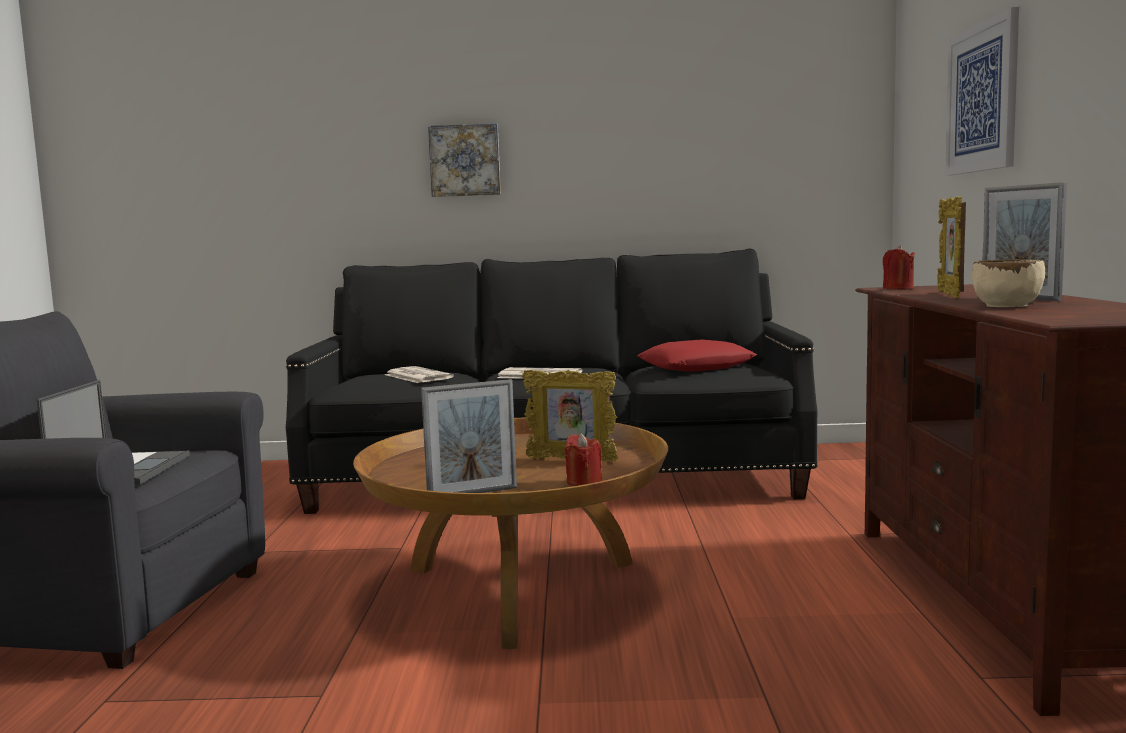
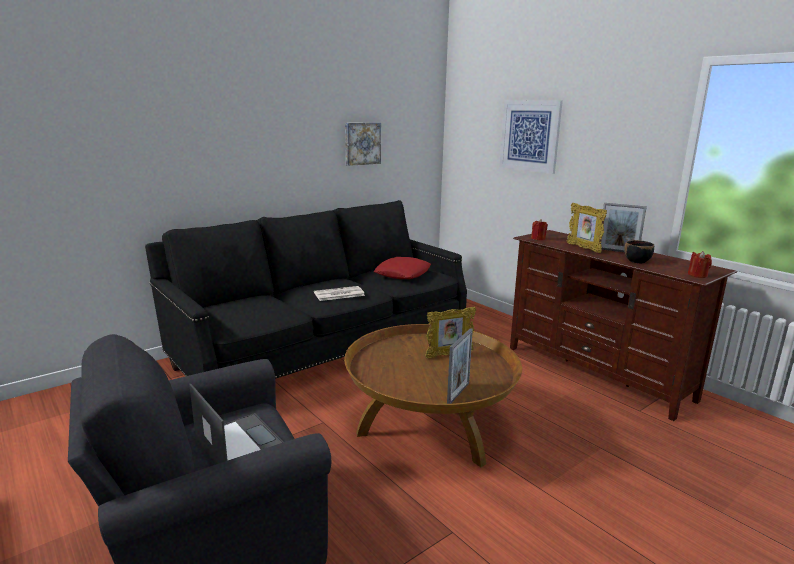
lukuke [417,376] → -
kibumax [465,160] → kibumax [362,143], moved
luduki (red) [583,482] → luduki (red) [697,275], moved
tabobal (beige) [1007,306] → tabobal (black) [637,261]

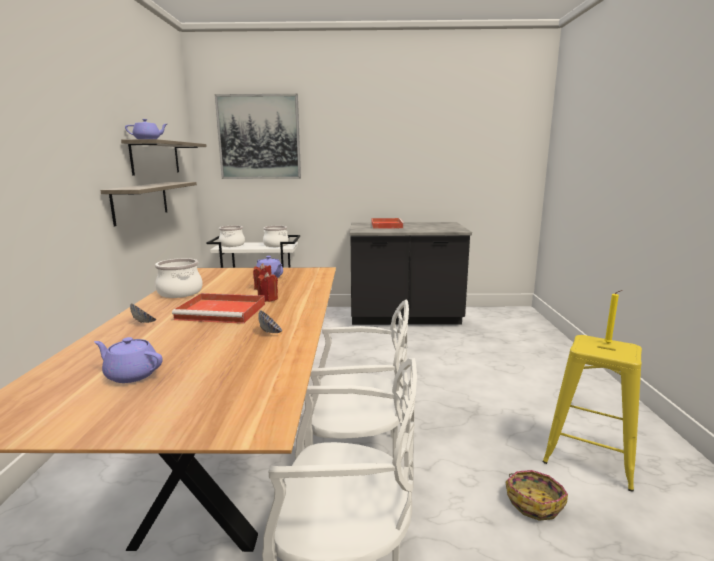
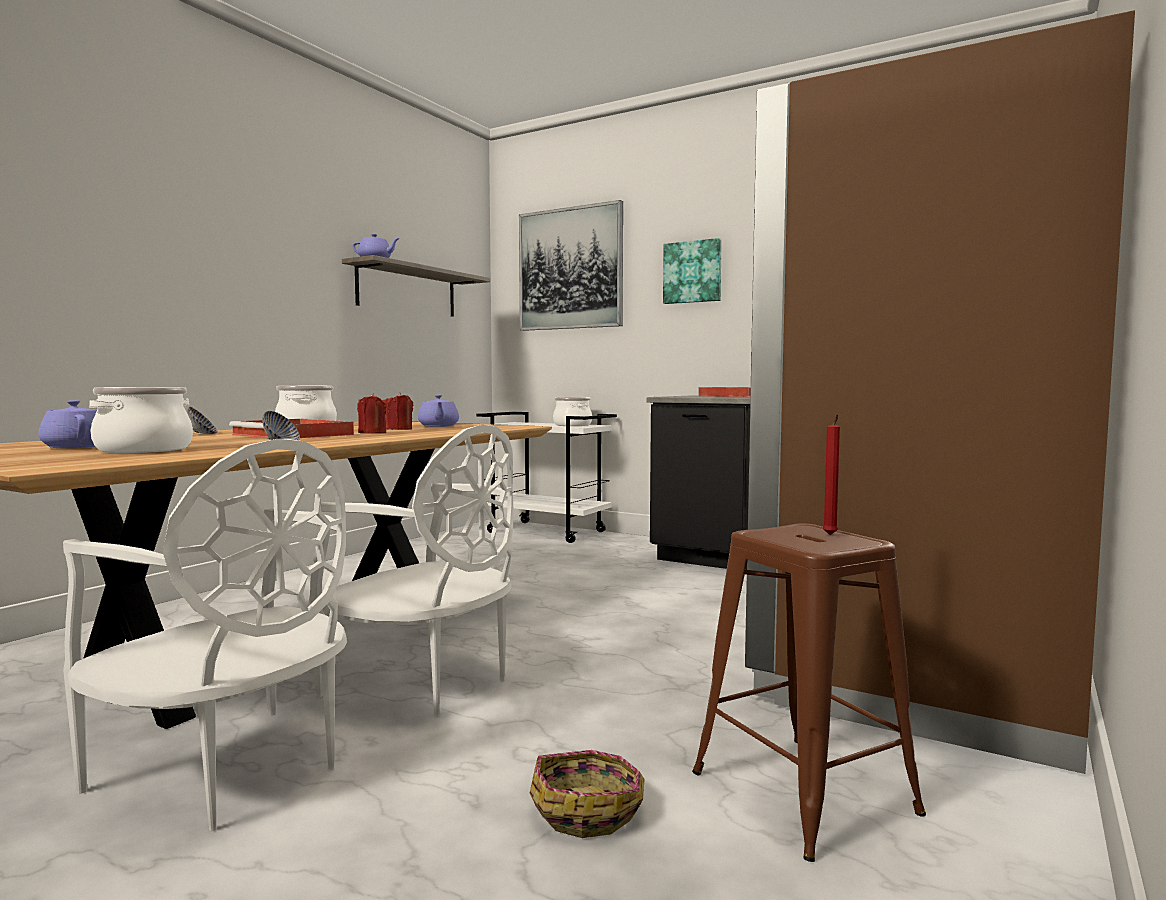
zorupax [141,202] → -
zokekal [232,245] → zokekal [143,449], moved
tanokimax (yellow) [589,457] → tanokimax (brown) [802,792]
luduki (yellow) [608,344] → luduki (red) [830,535]
- → kibumax [692,272]
- → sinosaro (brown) [918,666]

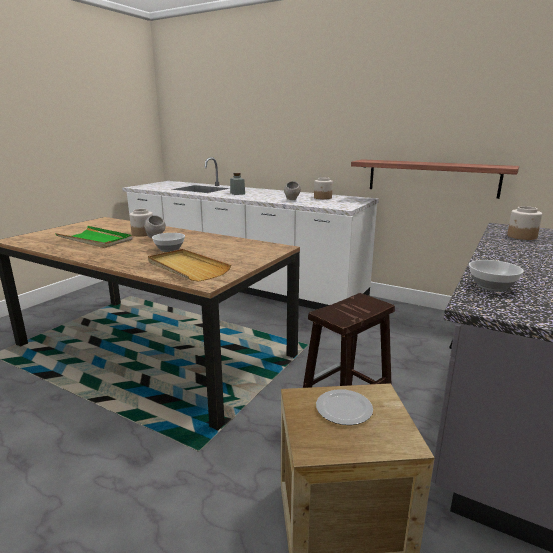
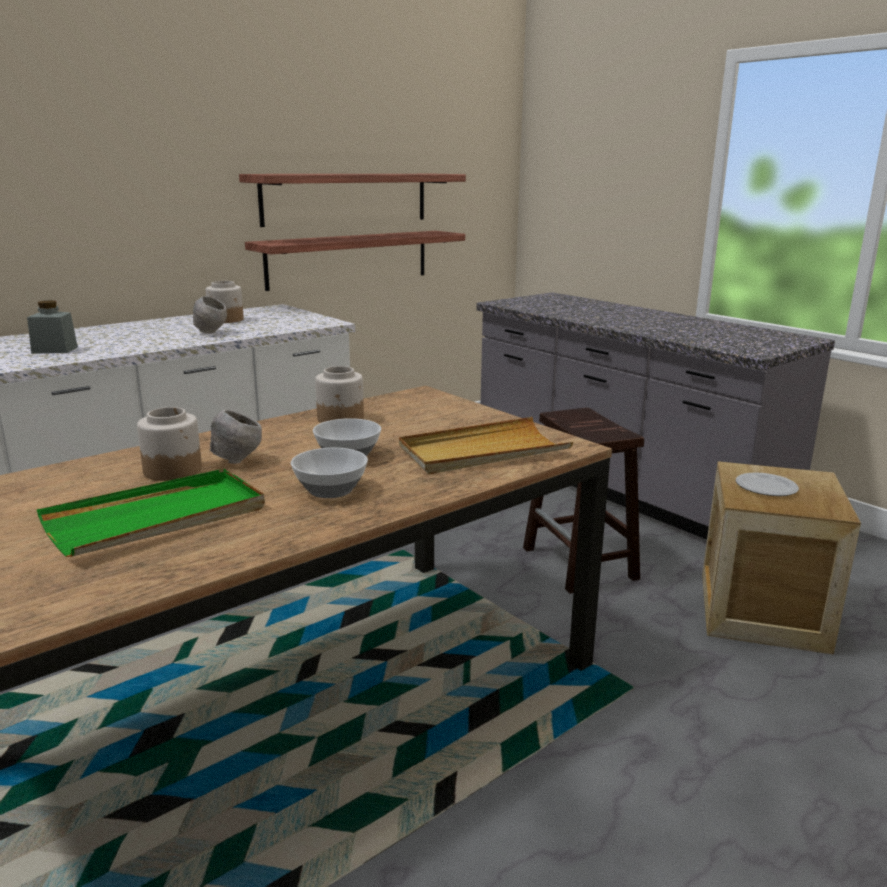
tabobal [492,287] → tabobal [331,490], moved
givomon [521,236] → givomon [341,419], moved
- → zorupax [346,198]

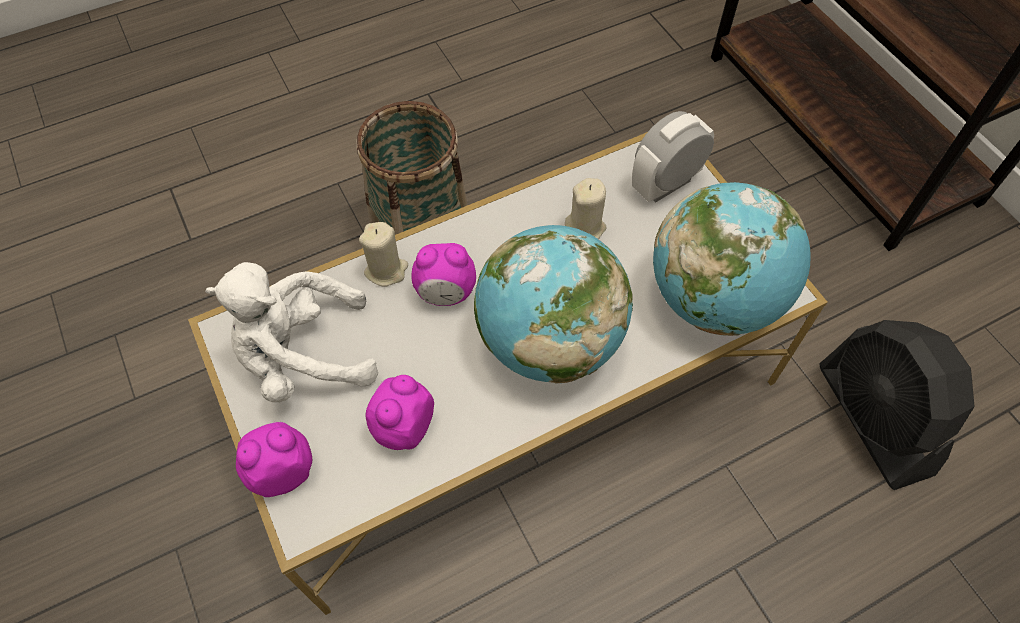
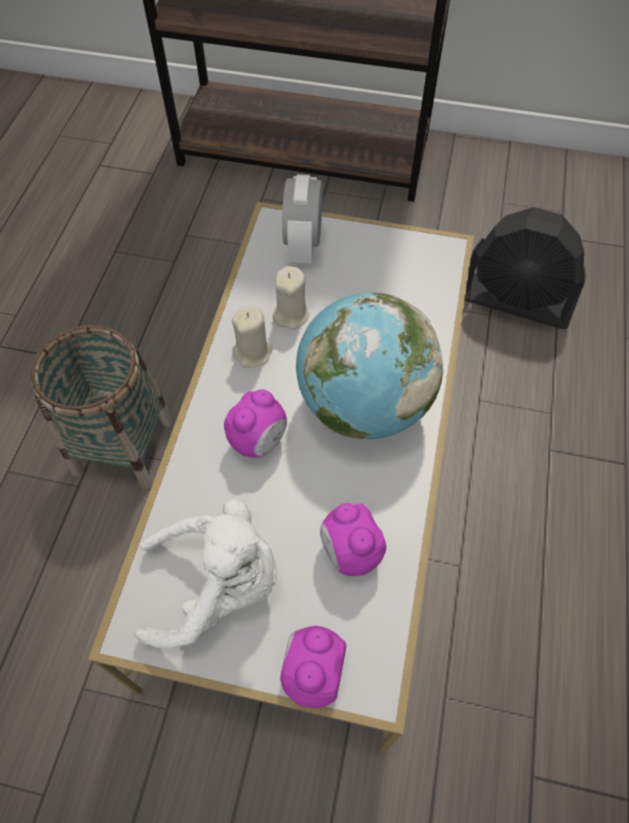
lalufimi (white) [303,357] → lalufimi (white) [218,585], 120 degrees counterclockwise
luduki (beige) [386,270] → luduki (beige) [253,352], moved
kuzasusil [714,299] → -

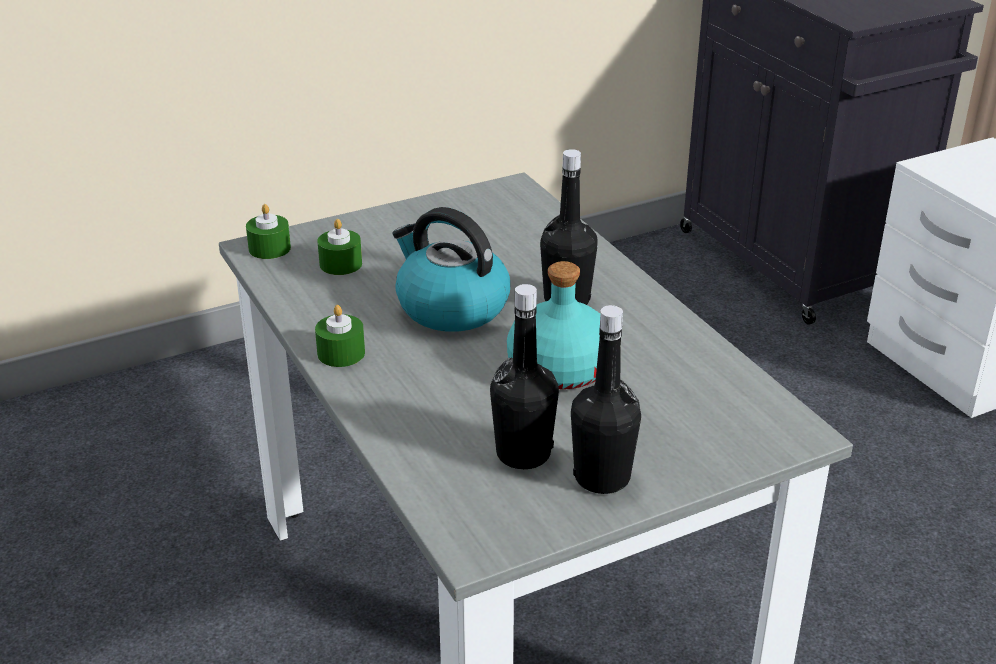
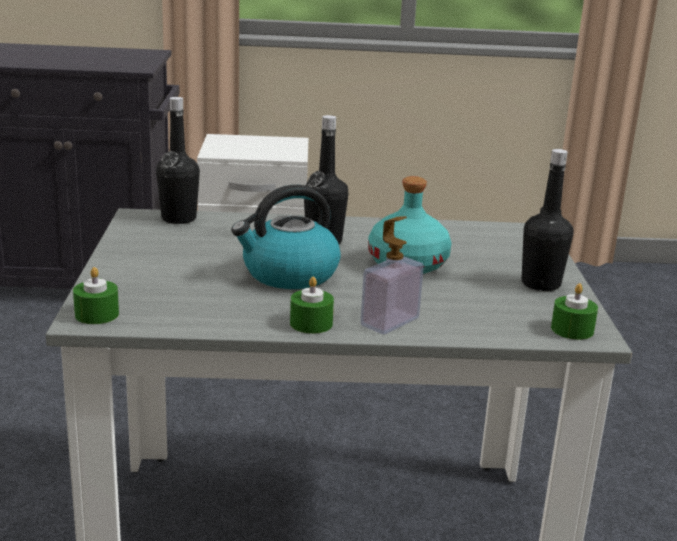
luduki (green) [340,264] → luduki (green) [572,330], moved
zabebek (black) [523,454] → zabebek (black) [179,218], moved
- → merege [390,322]

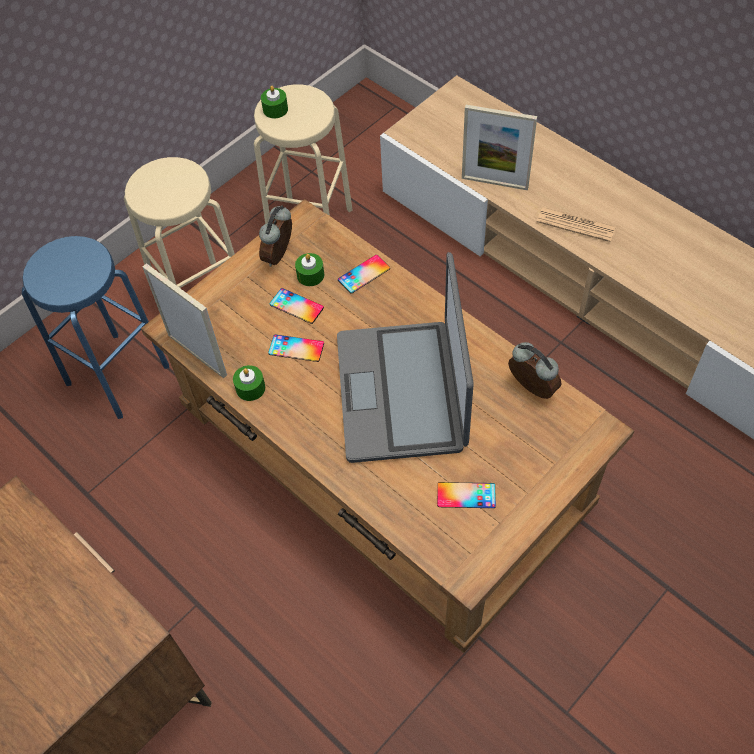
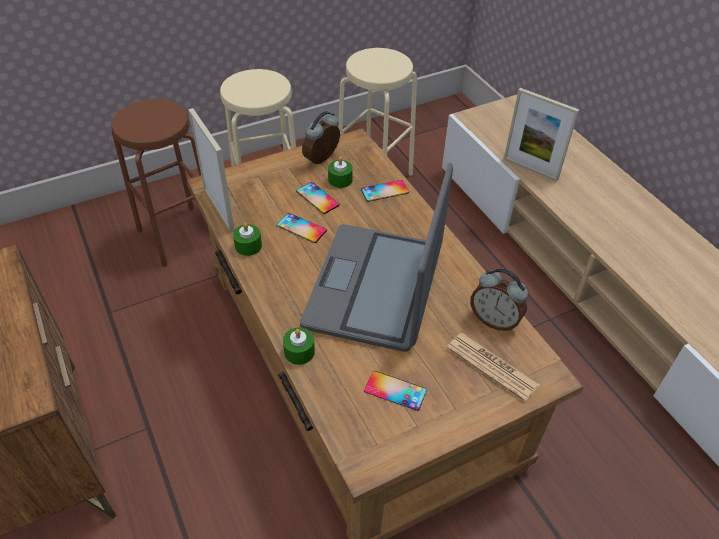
tanokimax (blue) [117,374] → tanokimax (brown) [178,235]
luduki (green) [275,109] → luduki (green) [299,352], moved
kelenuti [530,389] → kelenuti [494,320], 150 degrees clockwise
lukuke [576,225] → lukuke [492,366], moved

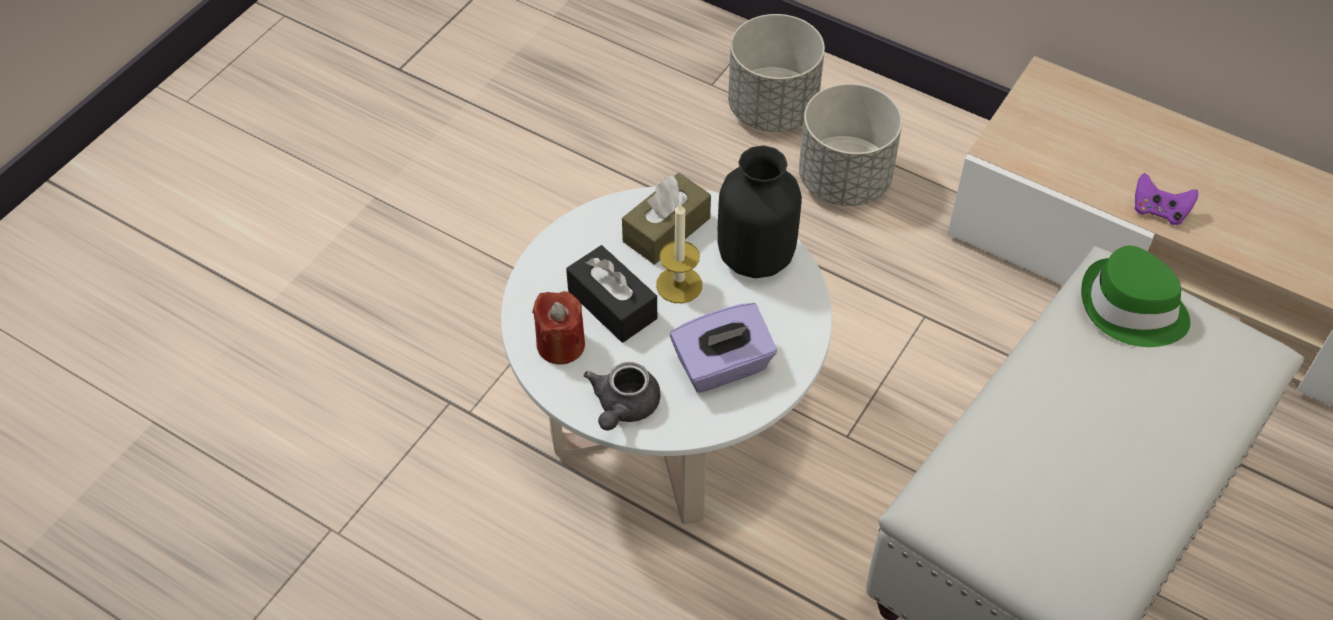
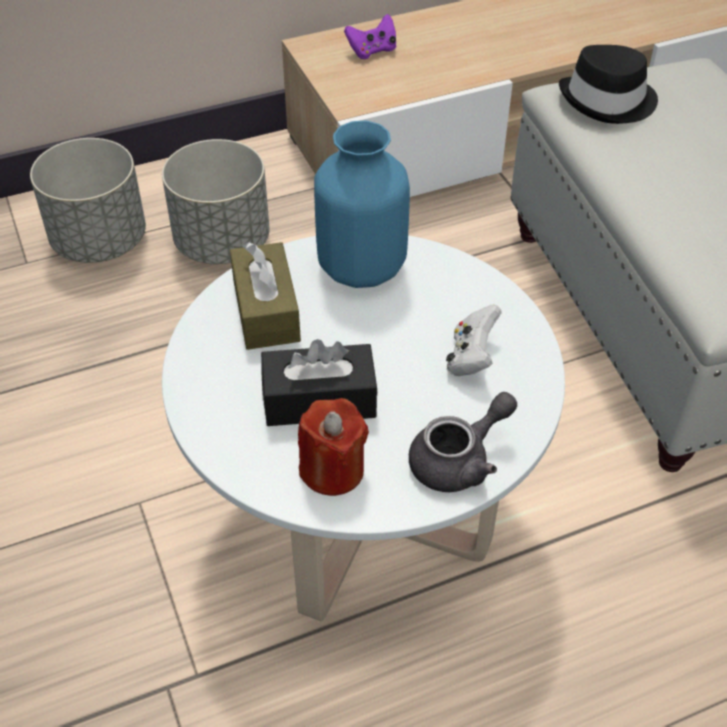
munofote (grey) [623,407] → munofote (grey) [459,460], 90 degrees counterclockwise
luduki [679,285] → -
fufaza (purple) [722,366] → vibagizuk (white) [471,358]
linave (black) [756,256] → linave (blue) [361,267]
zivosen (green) [1131,308] → zivosen (black) [608,101]
vibagizuk (purple) [1159,211] → vibagizuk (purple) [372,51], moved

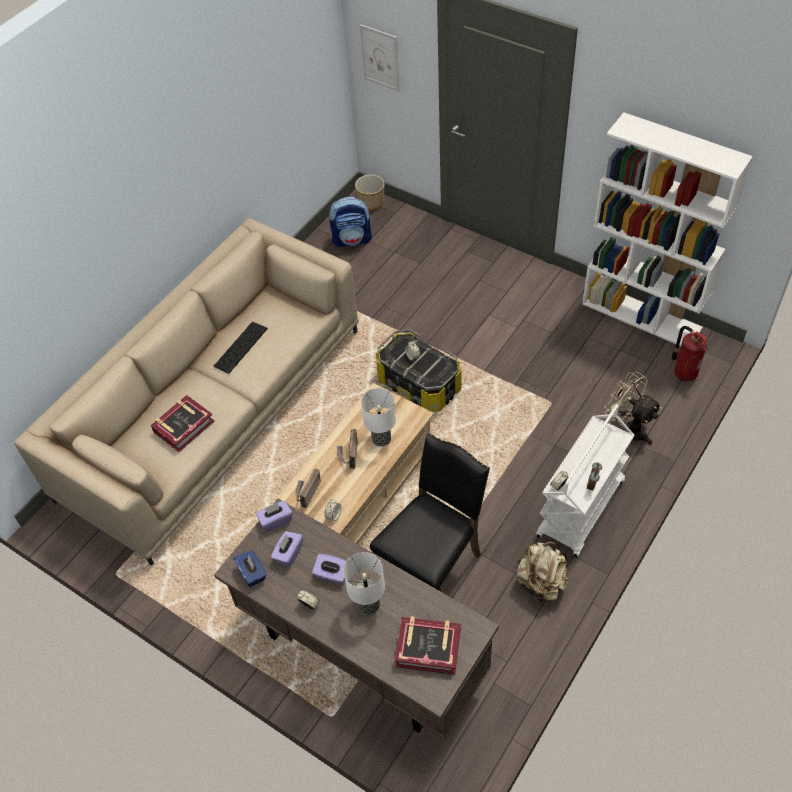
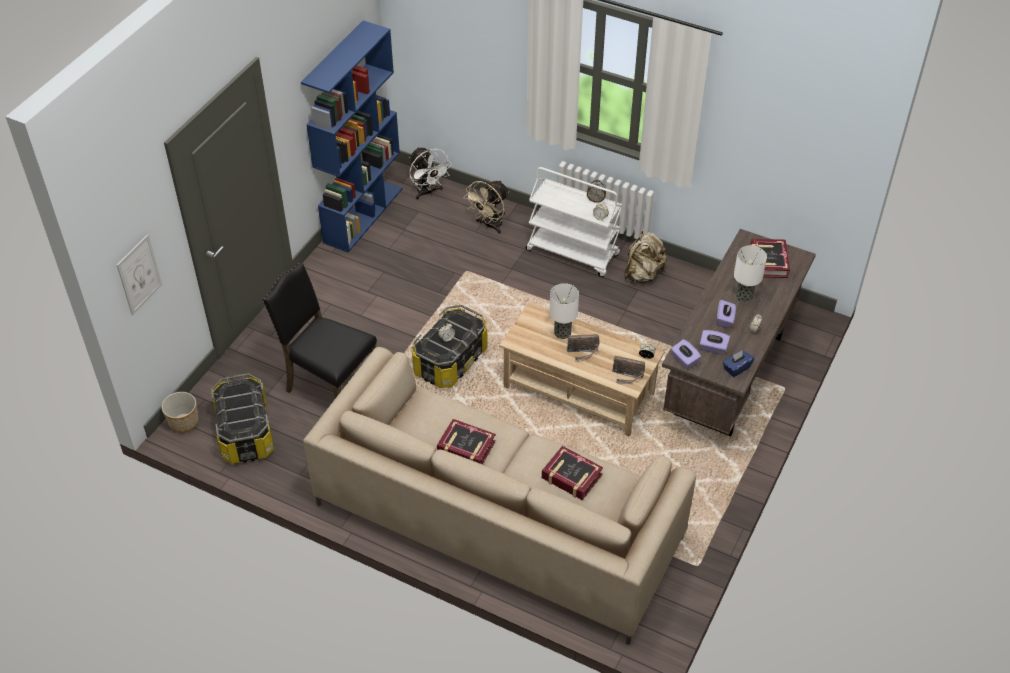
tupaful [240,347] → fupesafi [466,448]
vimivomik [352,239] → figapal [244,433]
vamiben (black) [432,566] → vamiben (black) [329,386], moved
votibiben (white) [642,315] → votibiben (blue) [363,215]
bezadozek [684,373] → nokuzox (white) [428,192]

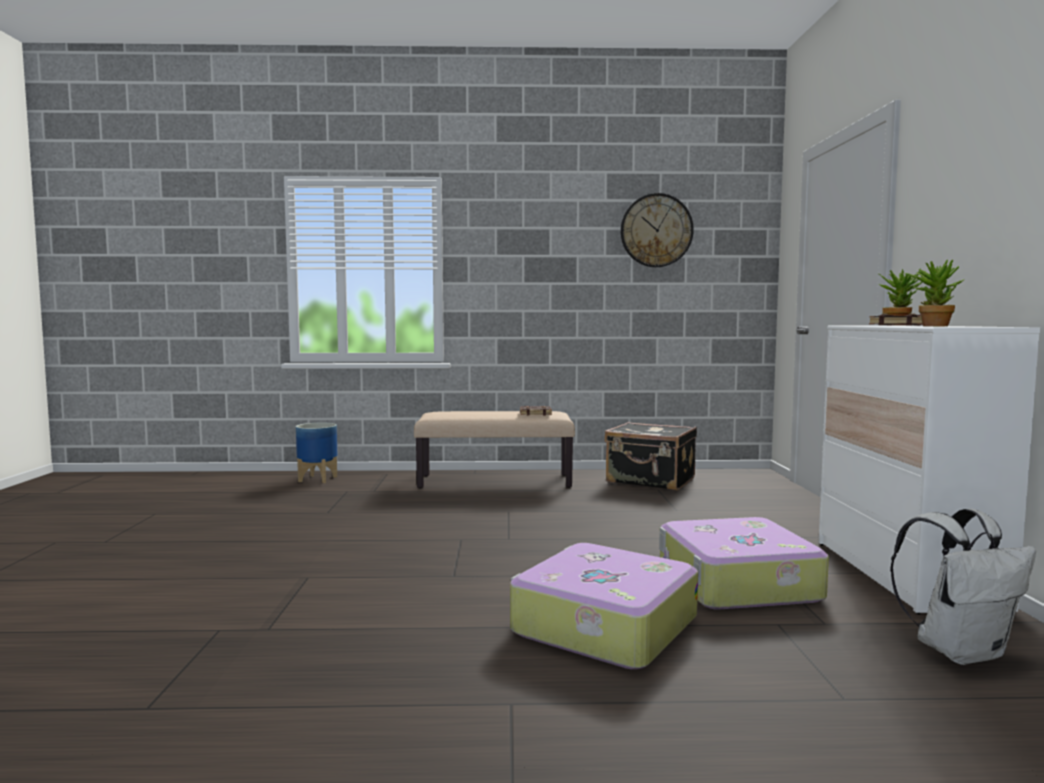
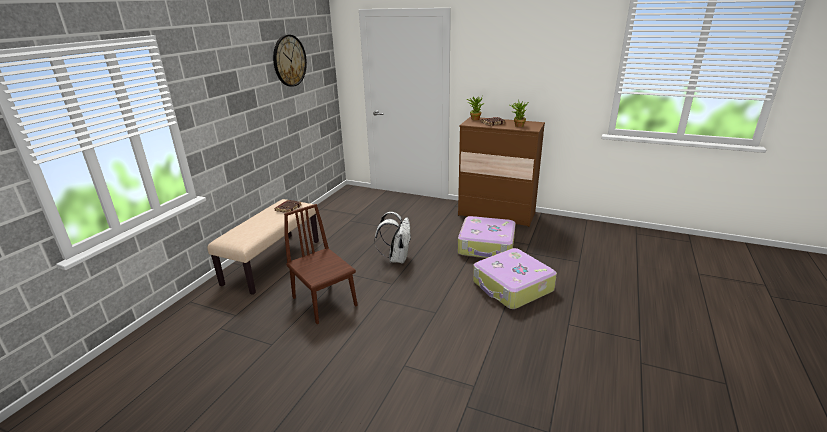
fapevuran [318,479] → -
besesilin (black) [651,481] → -
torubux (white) [904,574] → torubux (brown) [496,214]
vimivomik (white) [959,651] → vimivomik (white) [397,258], moved
- → vamiben (brown) [324,301]

